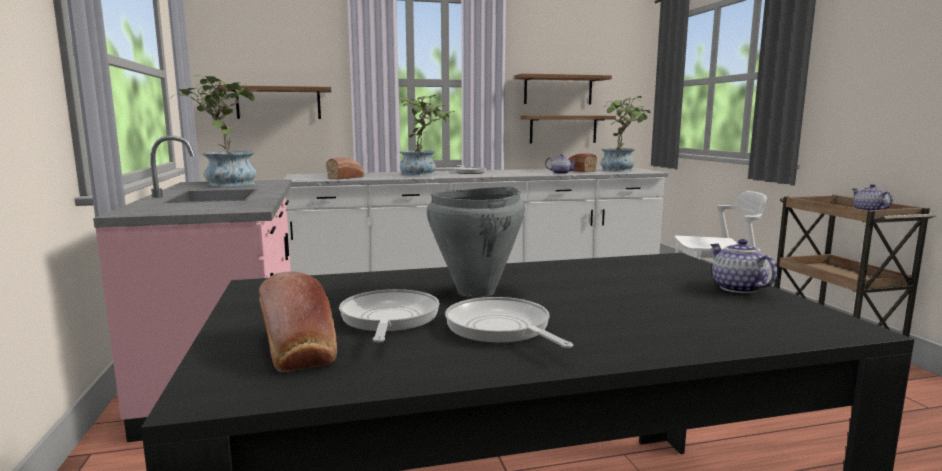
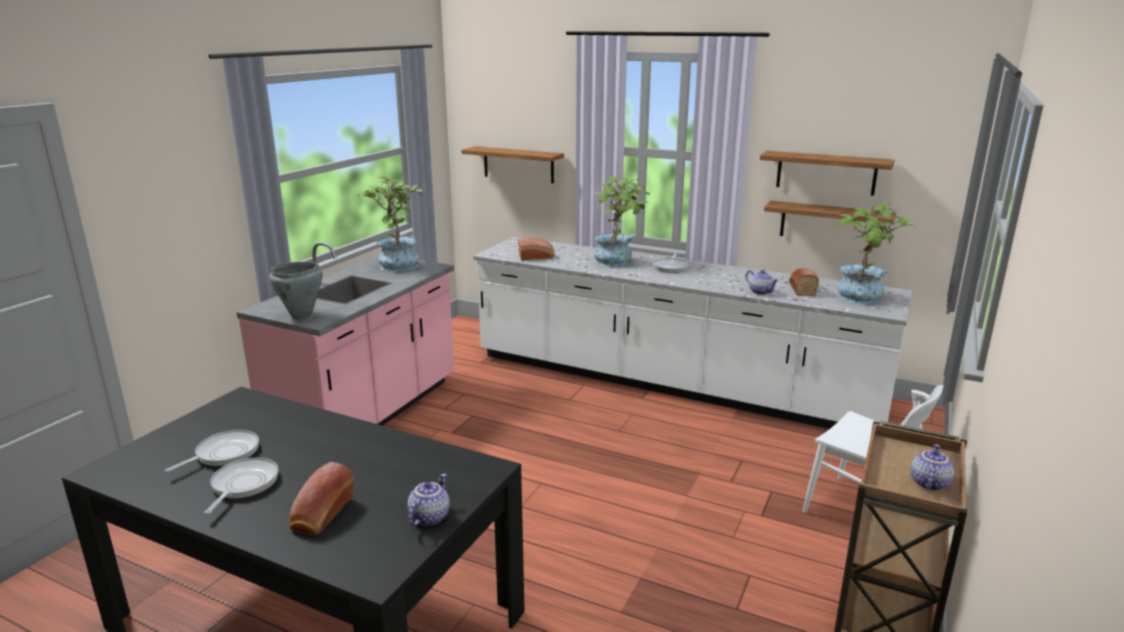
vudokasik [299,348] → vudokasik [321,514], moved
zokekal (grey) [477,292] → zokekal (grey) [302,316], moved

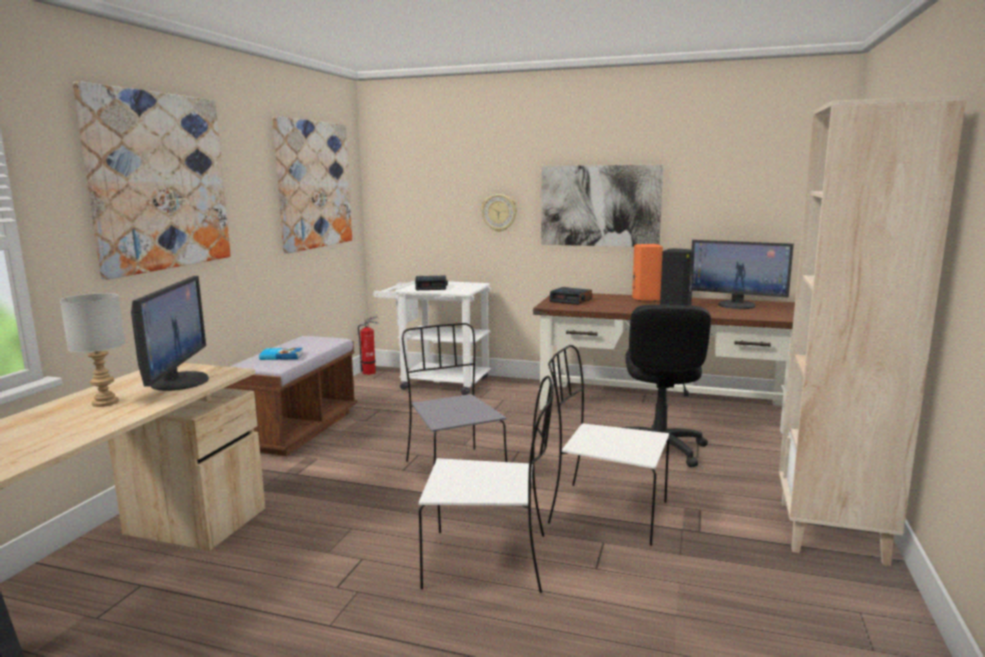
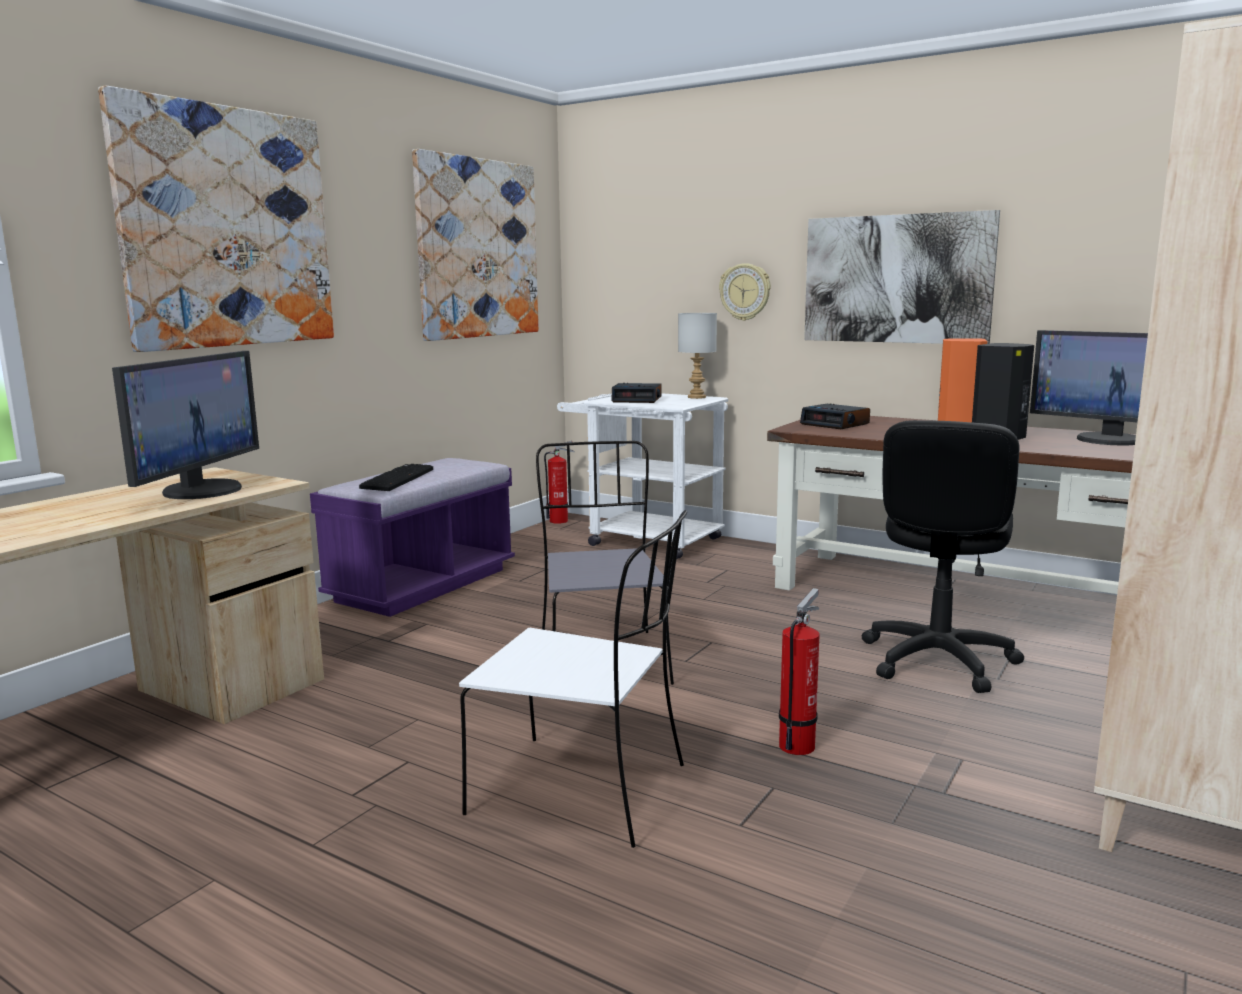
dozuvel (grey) [104,403] → dozuvel (grey) [696,397], moved
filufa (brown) [297,430] → filufa (purple) [422,585]
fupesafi [281,356] → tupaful [397,479]
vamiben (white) [605,512] → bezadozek [799,744]

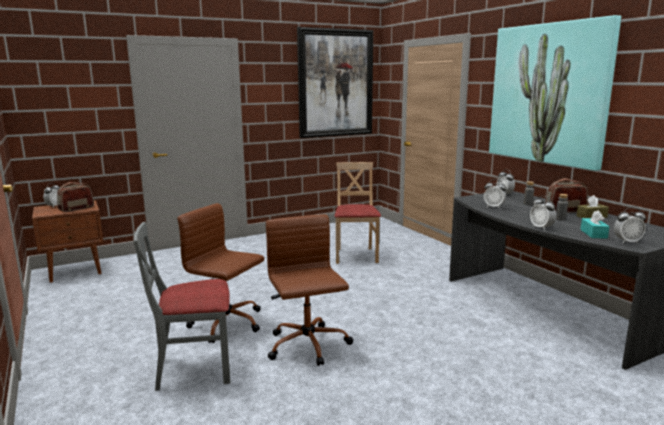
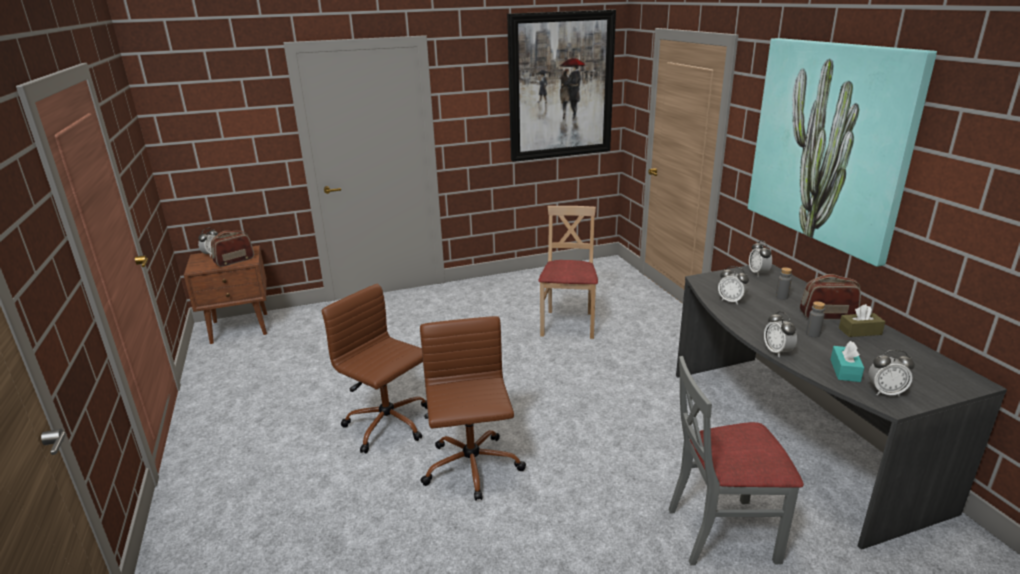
vamiben (grey) [194,369] → vamiben (grey) [721,532], moved

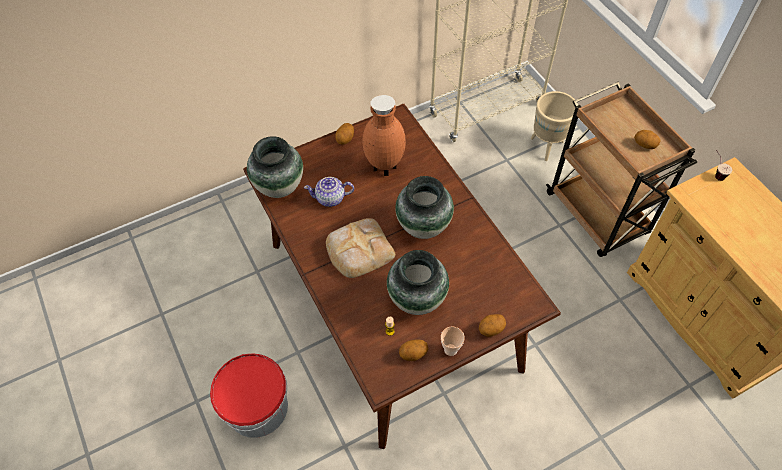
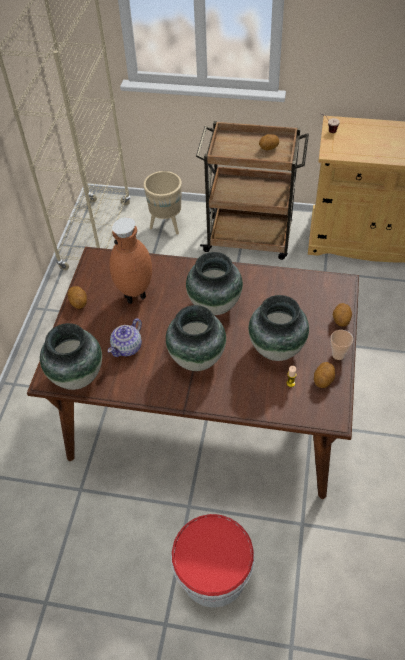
vudokasik [358,250] → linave [196,359]

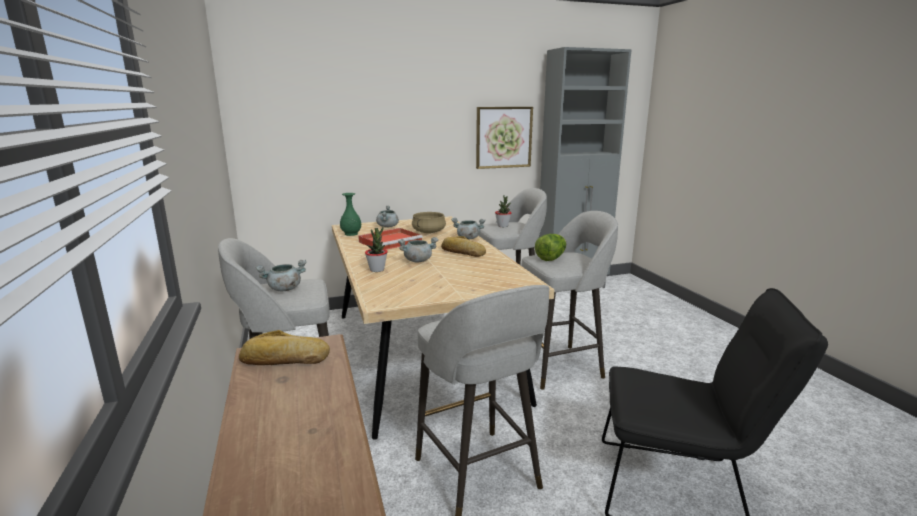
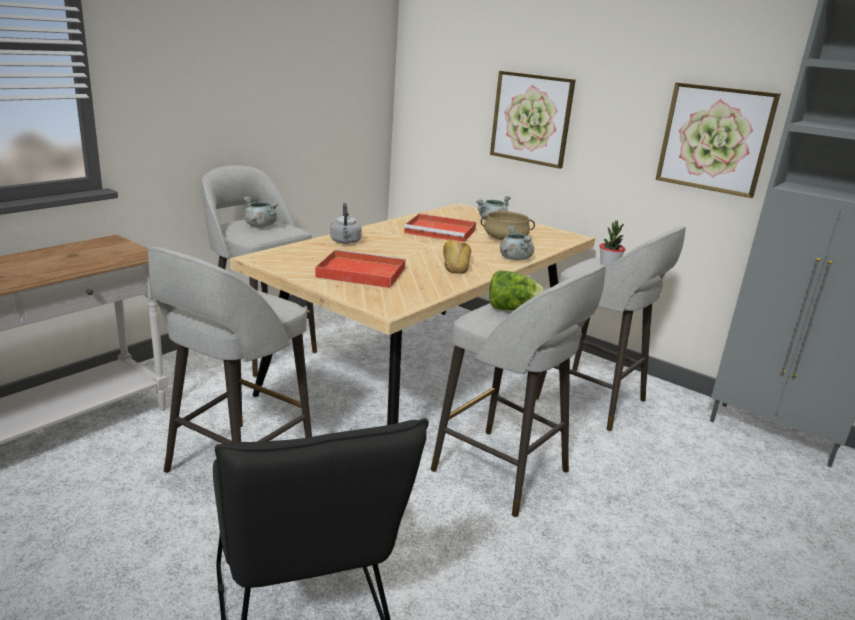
vudokasik [284,359] → -
linave (green) [351,234] → -
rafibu [377,270] → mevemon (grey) [345,242]
zokekal (grey) [418,260] → -
- → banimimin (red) [359,272]
- → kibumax [531,119]

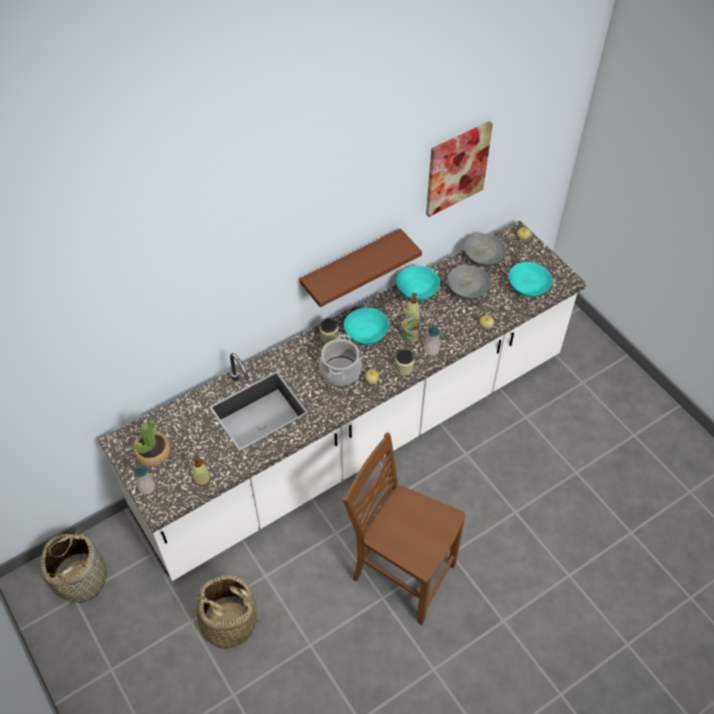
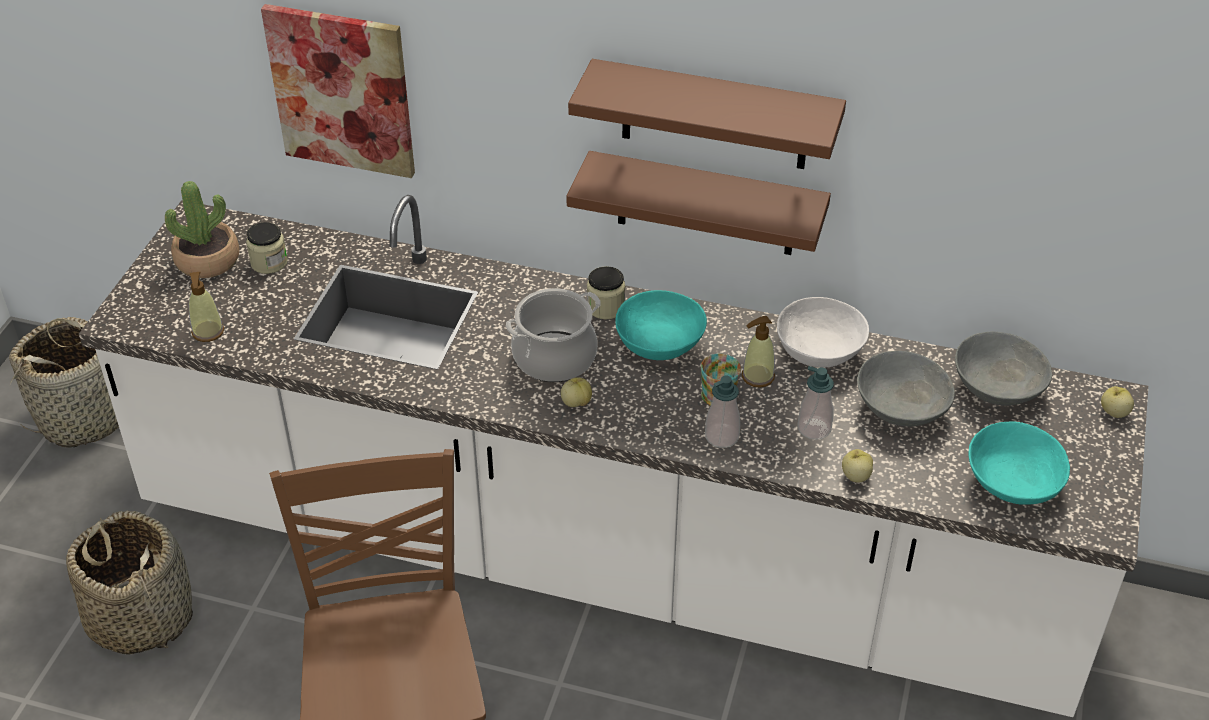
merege [146,487] → merege [814,428], moved
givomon [404,367] → givomon [269,262], moved
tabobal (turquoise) [418,291] → tabobal (white) [820,351]
kibumax [457,168] → kibumax [342,90], moved
- → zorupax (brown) [714,115]

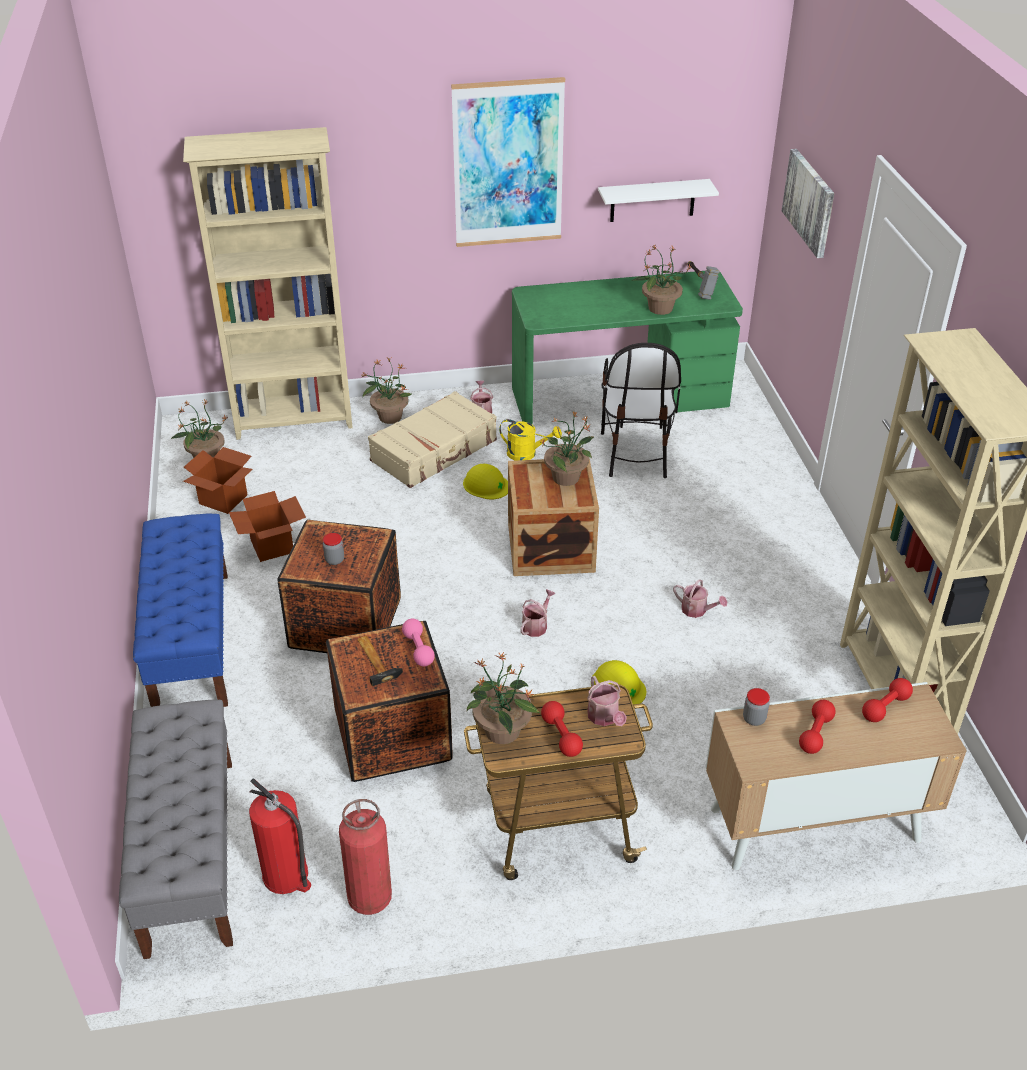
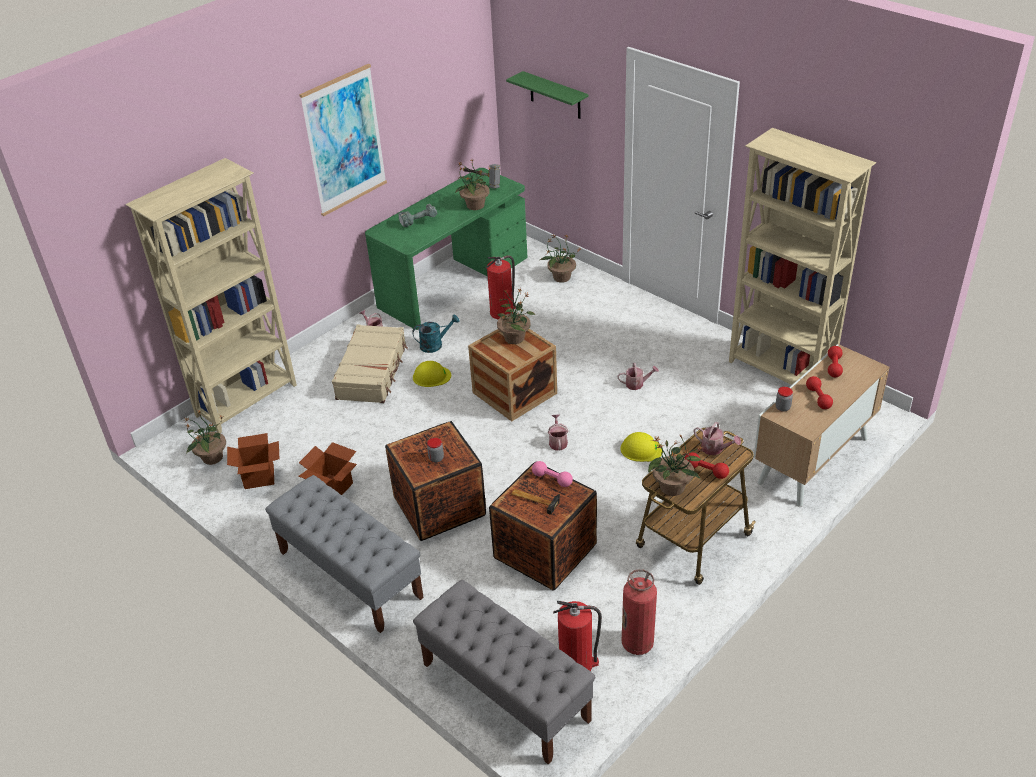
filufa (blue) [192,640] → filufa (grey) [349,574]
rafibu [389,416] → rafibu [561,277], moved
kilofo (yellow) [527,454] → kilofo (turquoise) [435,344]
zorupax (white) [652,200] → -
vamiben [635,454] → bezadozek [502,312]
kibumax [810,202] → zorupax (green) [555,95]
- → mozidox [418,221]

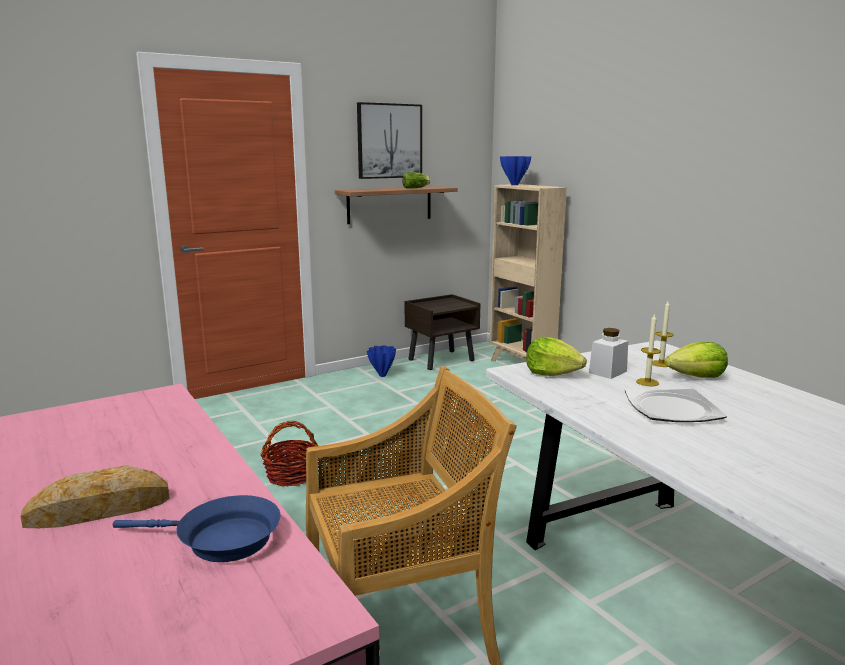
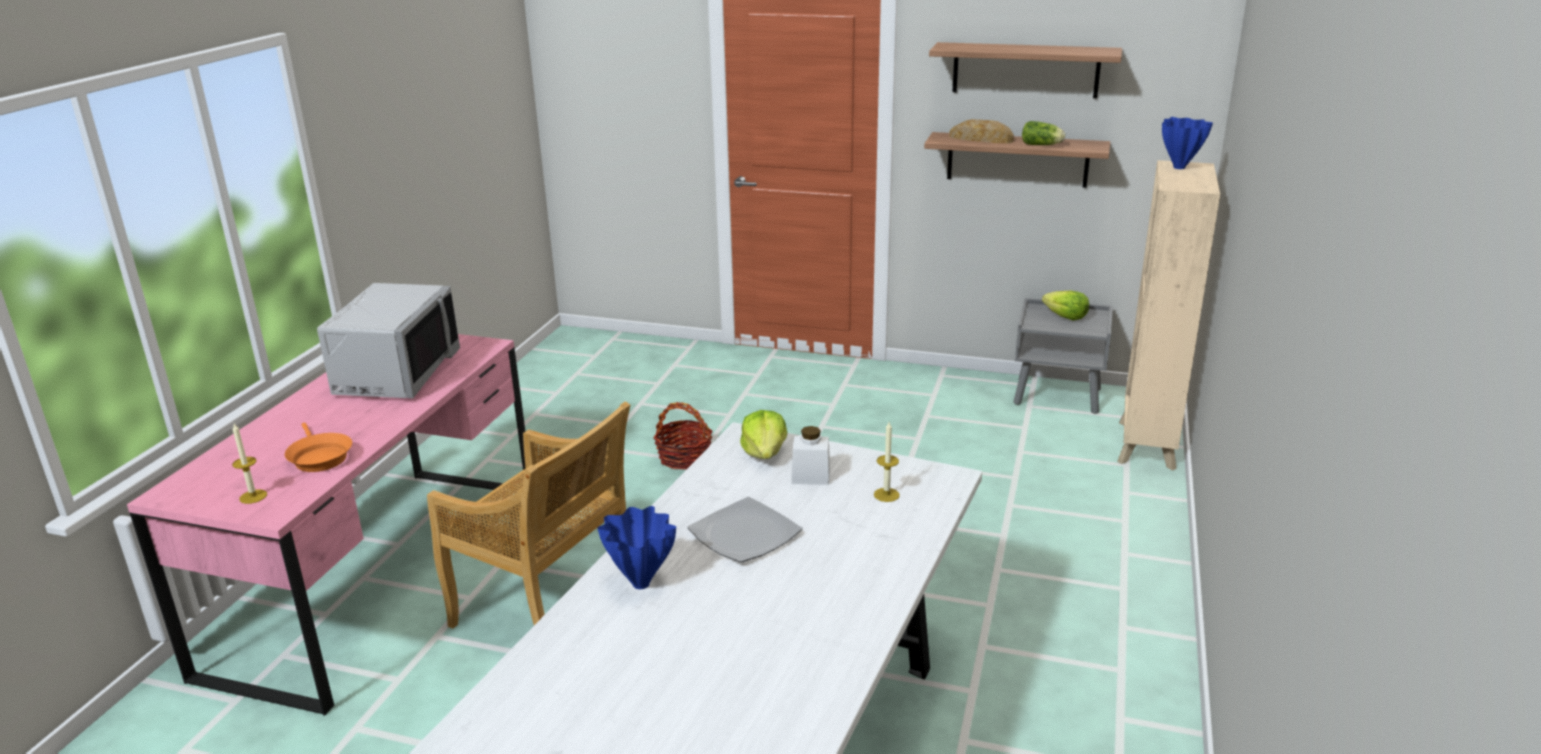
vudokasik [99,509] → vudokasik [981,139], moved
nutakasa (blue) [221,539] → nutakasa (orange) [319,457]
kibumax [389,141] → zorupax [1025,70]
linave (blue) [382,375] → linave (blue) [641,583], moved
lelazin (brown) [441,360] → lelazin (grey) [1058,396]
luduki [647,382] → luduki [253,496], moved
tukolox [696,377] → tukolox [1065,317], moved
- → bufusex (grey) [396,373]

